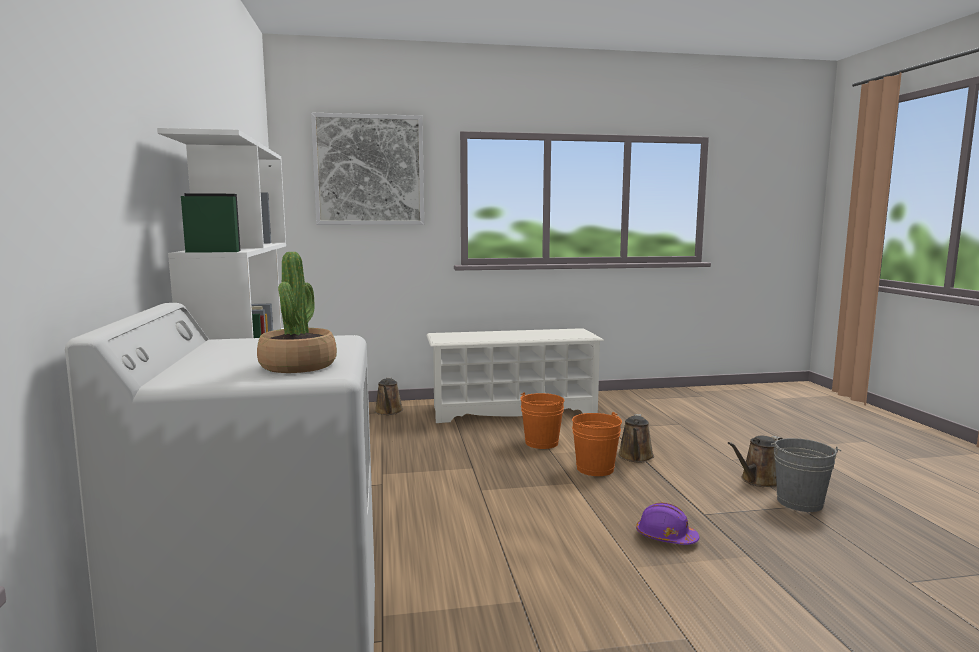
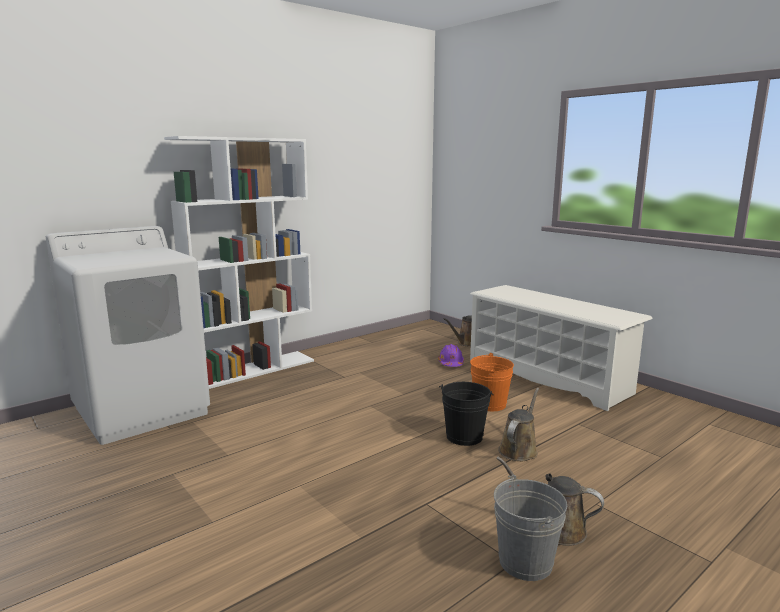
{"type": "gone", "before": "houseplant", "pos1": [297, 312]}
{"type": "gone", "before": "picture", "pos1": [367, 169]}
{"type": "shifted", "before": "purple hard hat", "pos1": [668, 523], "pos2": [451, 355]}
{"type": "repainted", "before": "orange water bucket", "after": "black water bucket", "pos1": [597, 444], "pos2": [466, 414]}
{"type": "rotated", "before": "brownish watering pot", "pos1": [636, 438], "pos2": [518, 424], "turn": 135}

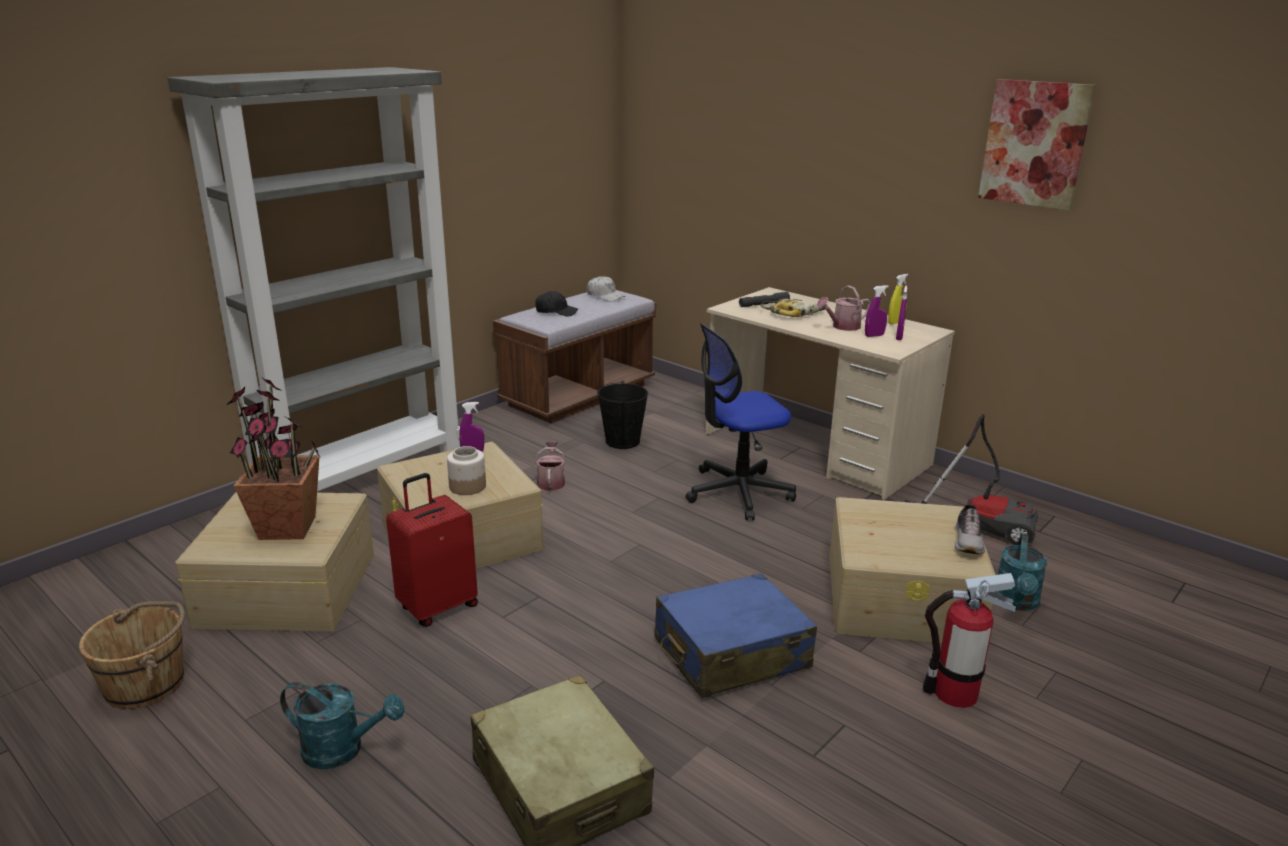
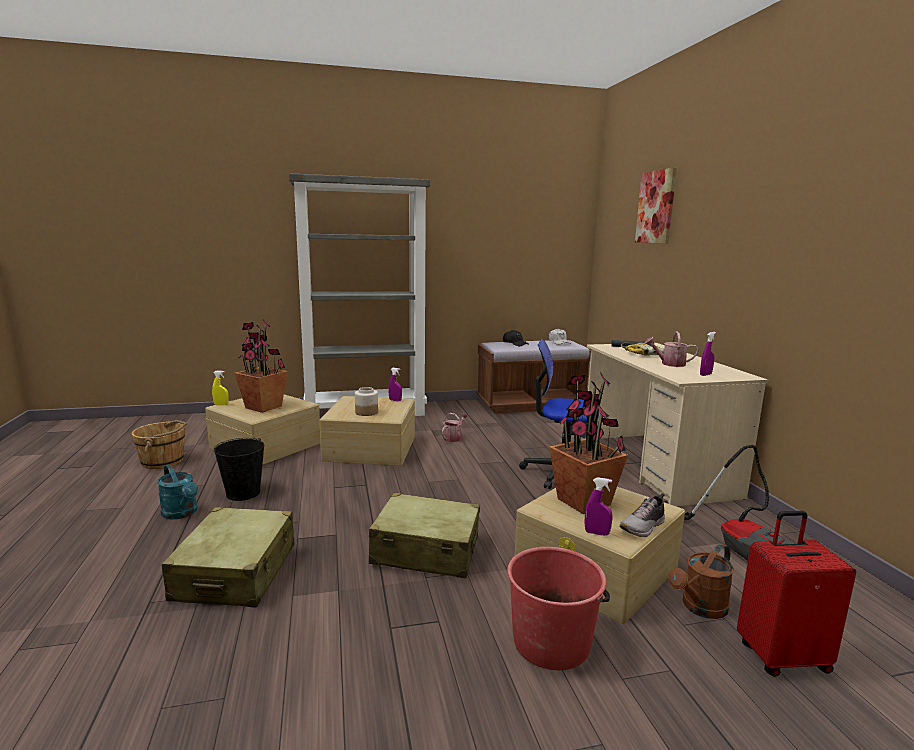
{"type": "new", "after": "houseplant", "pos2": [588, 443]}
{"type": "shifted", "before": "reddish suitcase", "pos1": [432, 550], "pos2": [796, 594]}
{"type": "shifted", "before": "black water bucket", "pos1": [622, 415], "pos2": [239, 469]}
{"type": "shifted", "before": "purple sprayer", "pos1": [877, 311], "pos2": [599, 506]}
{"type": "shifted", "before": "yellowish sprayer", "pos1": [898, 299], "pos2": [220, 388]}
{"type": "shifted", "before": "picture", "pos1": [1037, 145], "pos2": [656, 205]}
{"type": "swapped", "before": "extinguisher", "after": "reddish water bucket", "pos1": [969, 640], "pos2": [558, 608]}
{"type": "repainted", "before": "bluish suitcase", "after": "sand-coloured suitcase", "pos1": [735, 635], "pos2": [424, 535]}
{"type": "repainted", "before": "turquoise watering pot", "after": "brownish watering pot", "pos1": [1021, 572], "pos2": [701, 581]}

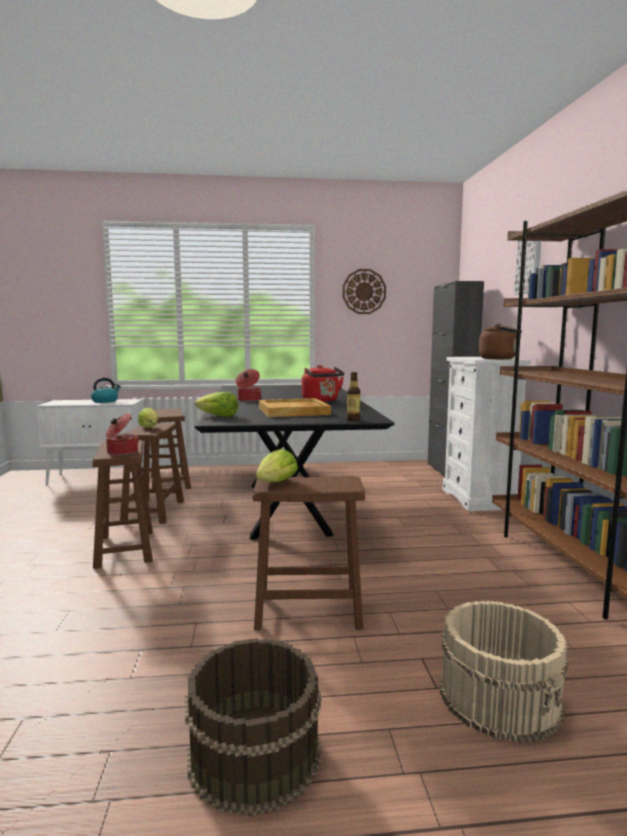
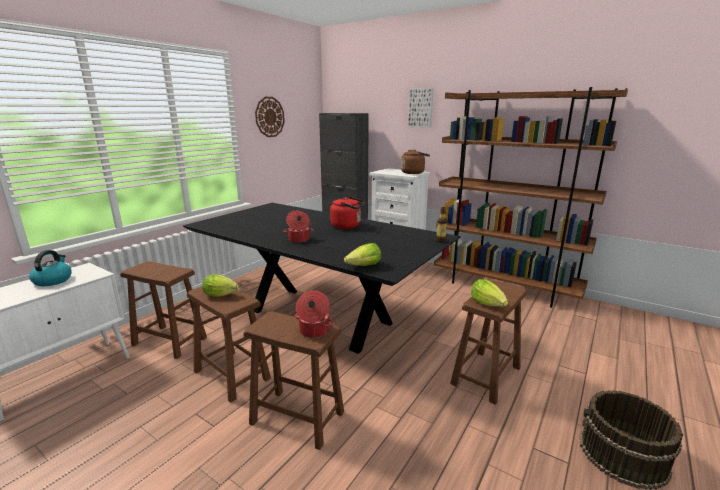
{"type": "gone", "before": "sand-coloured carrying tray", "pos1": [295, 407]}
{"type": "gone", "before": "sand-coloured water bucket", "pos1": [504, 671]}

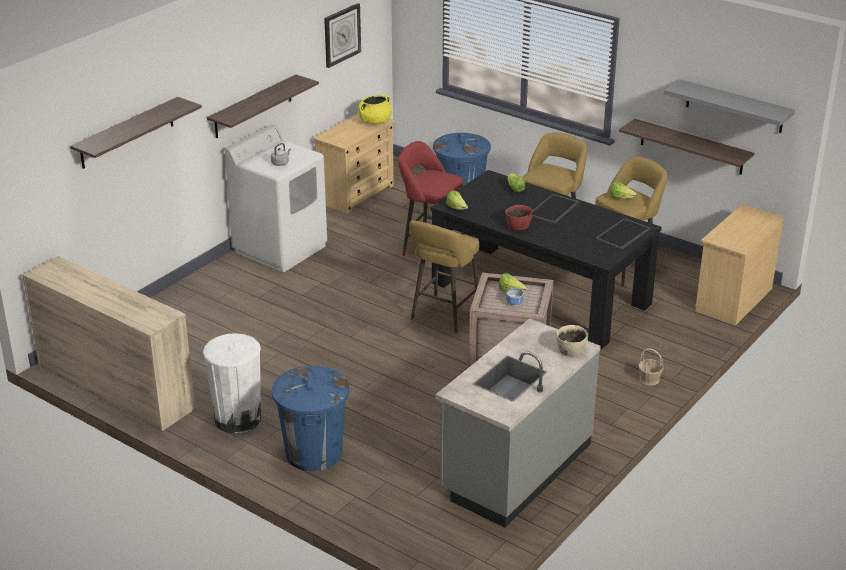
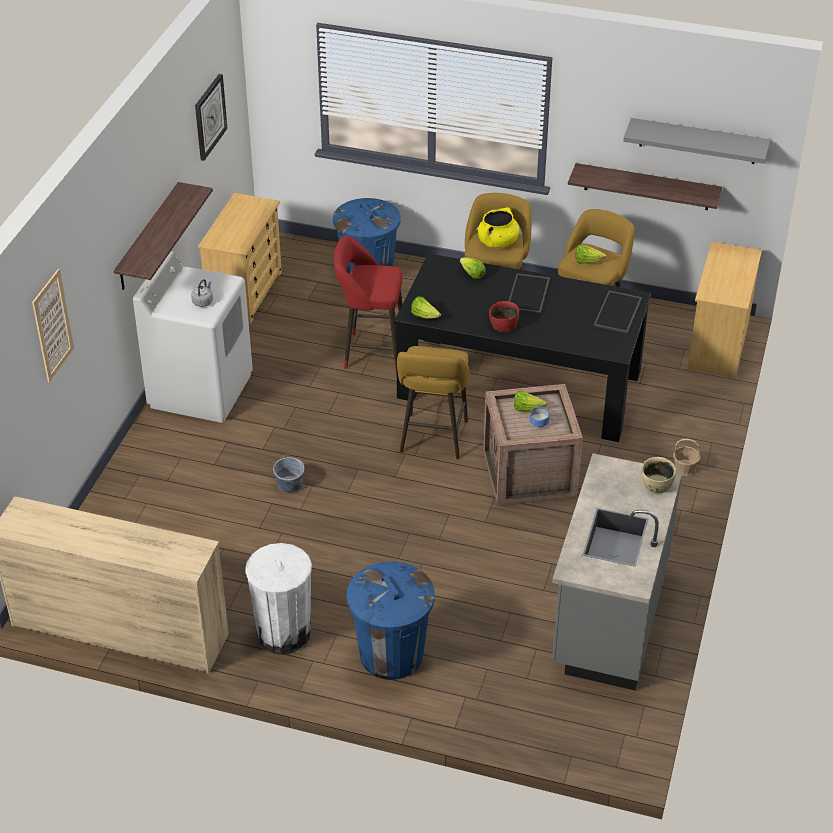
{"type": "new", "after": "gray water bucket", "pos2": [288, 473]}
{"type": "shifted", "before": "yellowish stockpot", "pos1": [375, 109], "pos2": [498, 227]}
{"type": "swapped", "before": "shelf", "after": "picture", "pos1": [136, 133], "pos2": [53, 325]}

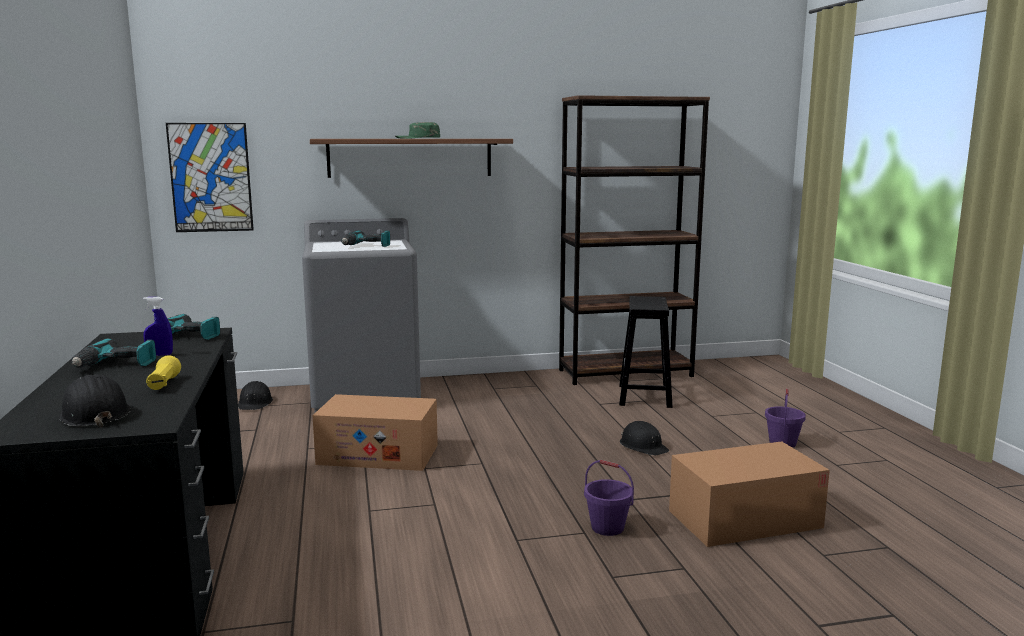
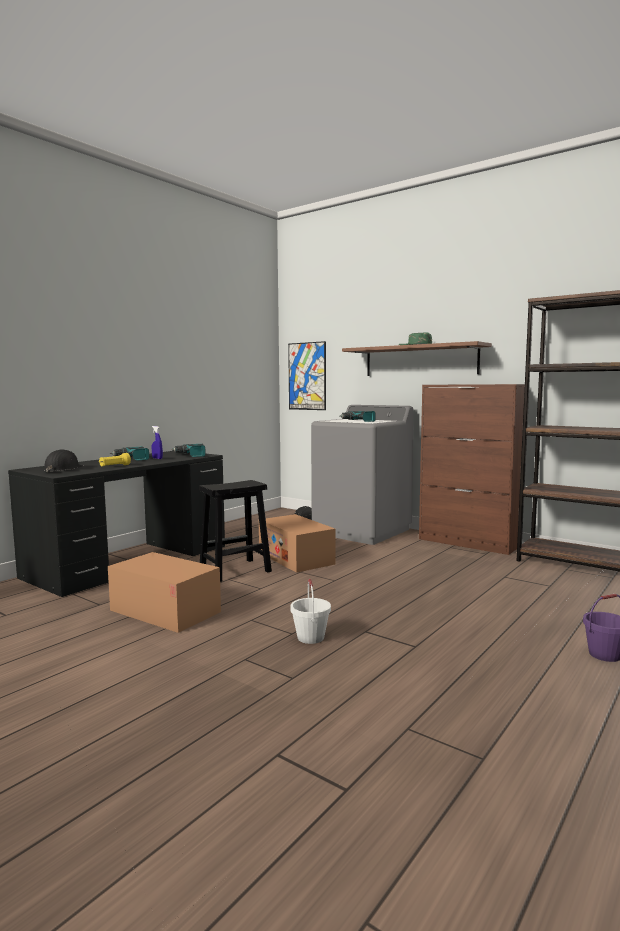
{"type": "gone", "before": "black hard hat", "pos1": [644, 438]}
{"type": "new", "after": "brownish storage cabinet", "pos2": [472, 469]}
{"type": "shifted", "before": "black stool", "pos1": [646, 352], "pos2": [235, 531]}
{"type": "shifted", "before": "carton", "pos1": [749, 494], "pos2": [164, 592]}
{"type": "repainted", "before": "purple water bucket", "after": "white-coloured water bucket", "pos1": [609, 498], "pos2": [310, 611]}

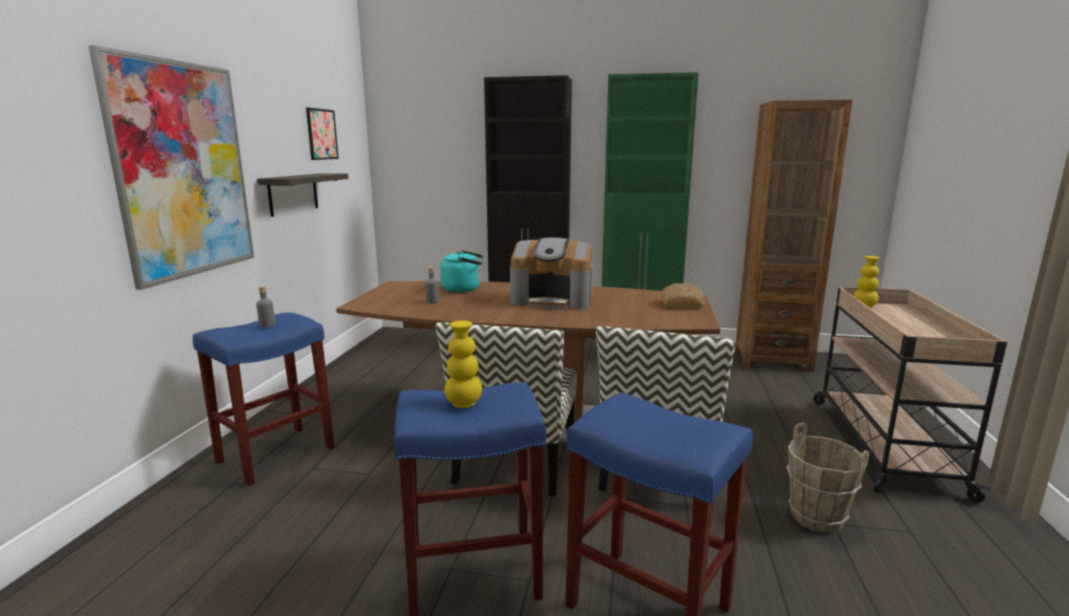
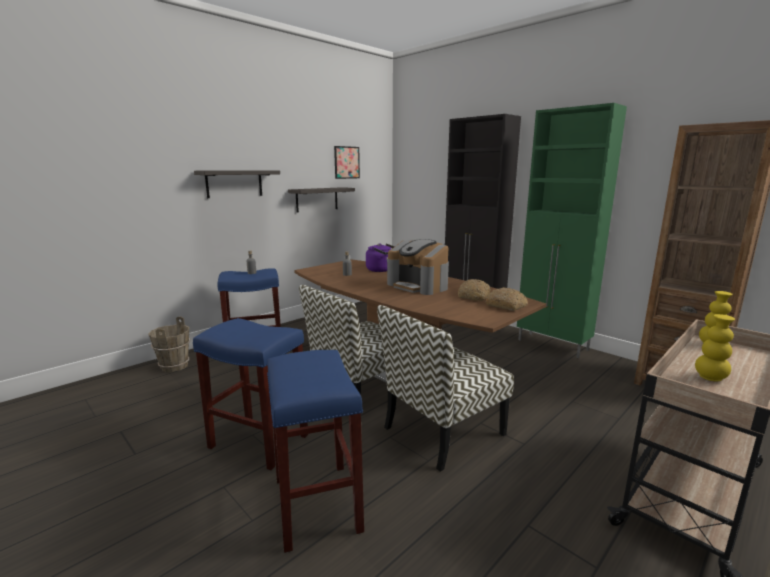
{"type": "new", "after": "baked bread", "pos2": [474, 290]}
{"type": "shifted", "before": "yellowish vase", "pos1": [463, 364], "pos2": [715, 348]}
{"type": "shifted", "before": "brownish water bucket", "pos1": [828, 477], "pos2": [169, 344]}
{"type": "swapped", "before": "picture", "after": "shelf", "pos1": [171, 167], "pos2": [237, 184]}
{"type": "repainted", "before": "turquoise water kettle", "after": "purple water kettle", "pos1": [461, 271], "pos2": [380, 257]}

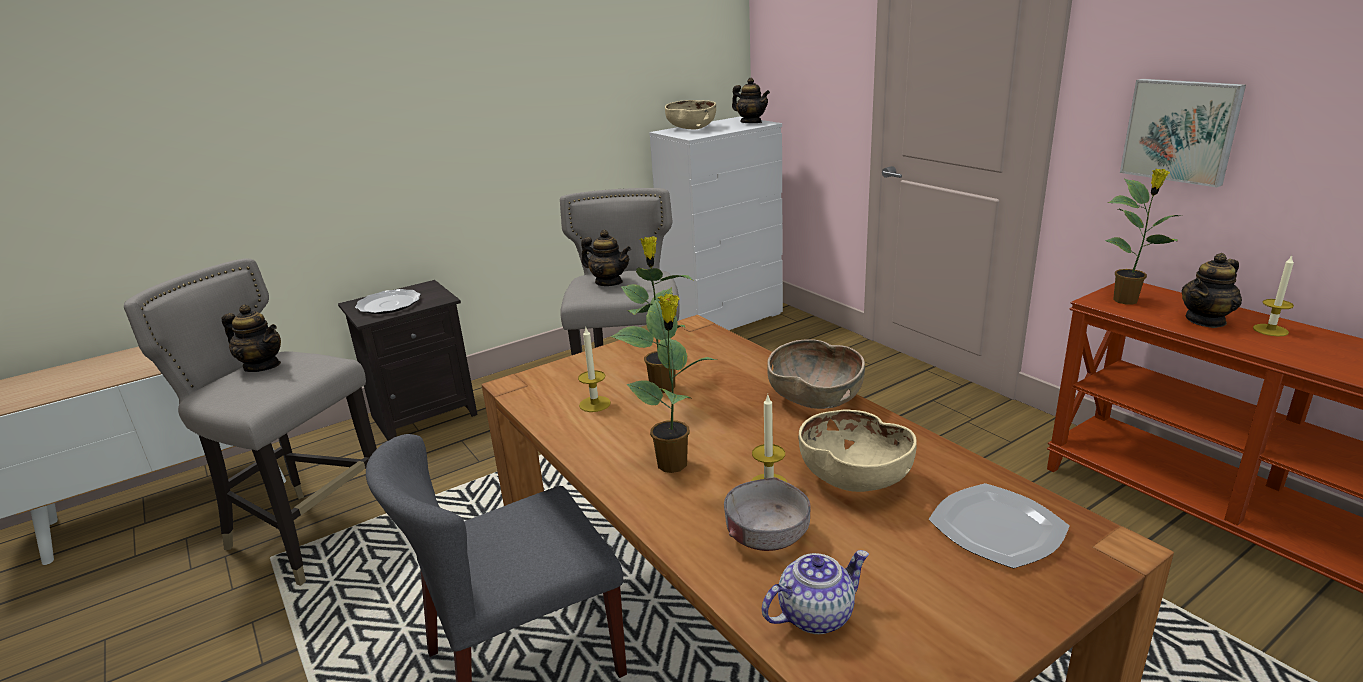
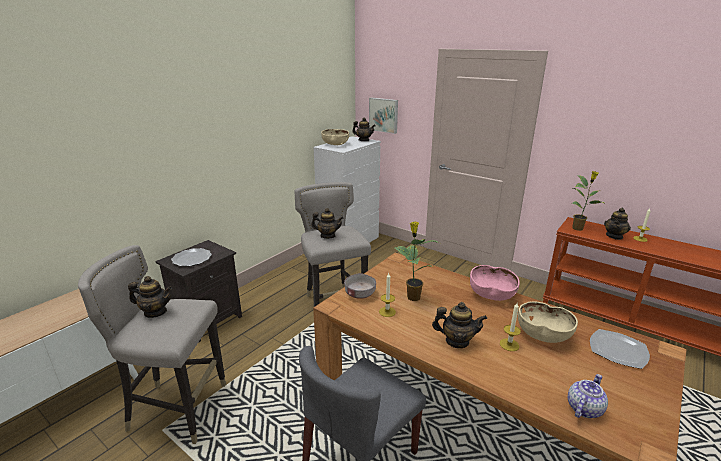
{"type": "shifted", "before": "gray deep dish", "pos1": [767, 514], "pos2": [360, 286]}
{"type": "shifted", "before": "picture", "pos1": [1183, 133], "pos2": [383, 116]}
{"type": "swapped", "before": "houseplant", "after": "tea pot", "pos1": [664, 383], "pos2": [459, 325]}
{"type": "repainted", "before": "brownish deep dish", "after": "pink deep dish", "pos1": [816, 374], "pos2": [495, 283]}

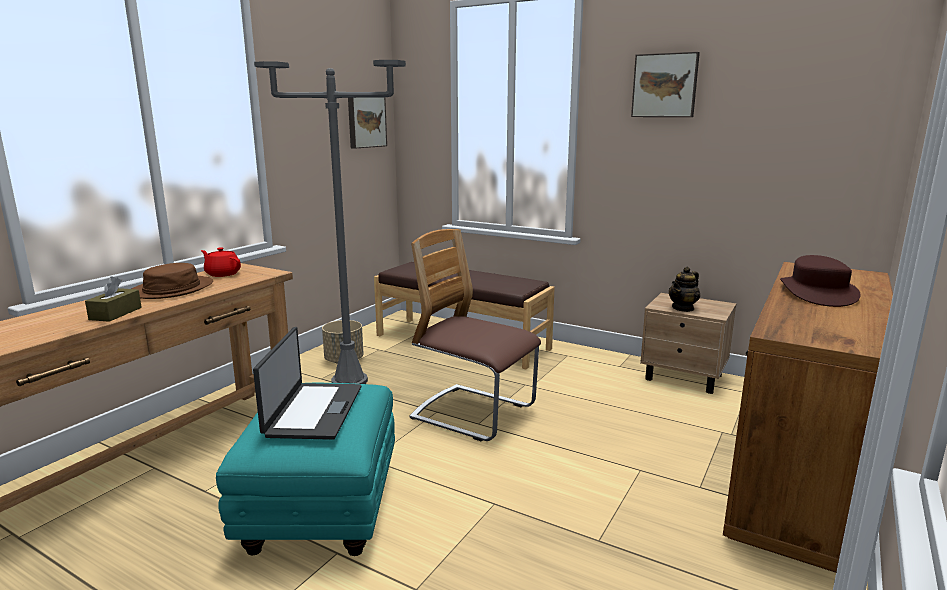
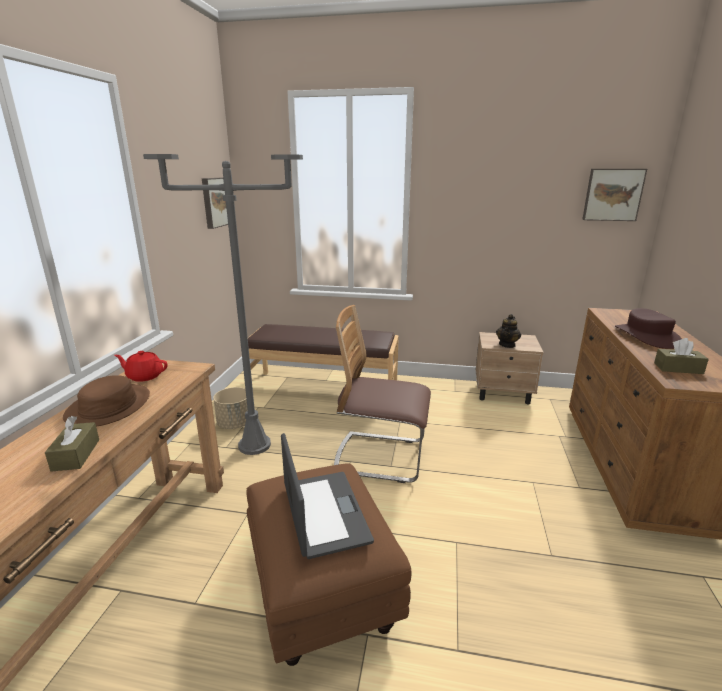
{"type": "new", "after": "brownish tissue holder", "pos2": [681, 356]}
{"type": "shifted", "before": "picture", "pos1": [665, 84], "pos2": [614, 195]}
{"type": "repainted", "before": "turquoise ottoman", "after": "brownish ottoman", "pos1": [305, 469], "pos2": [329, 564]}

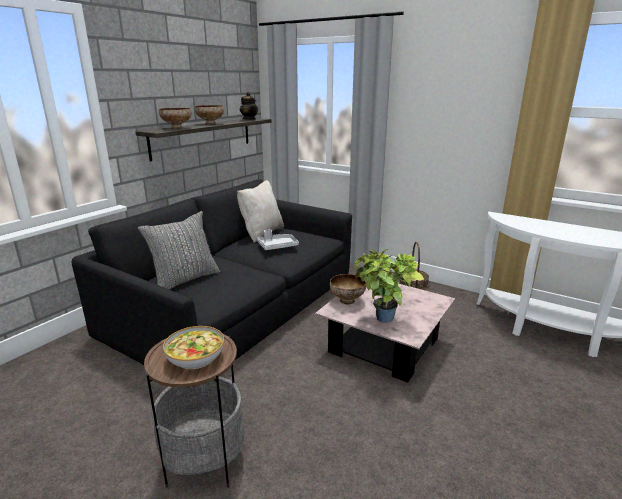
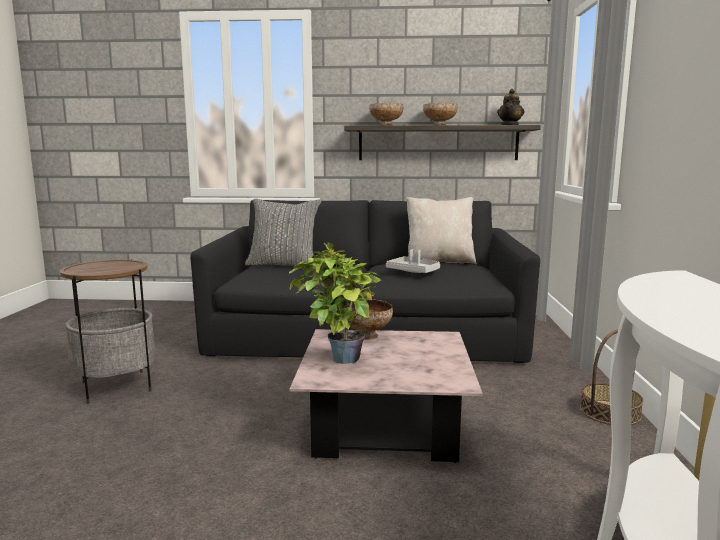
{"type": "gone", "before": "deep dish", "pos1": [193, 347]}

